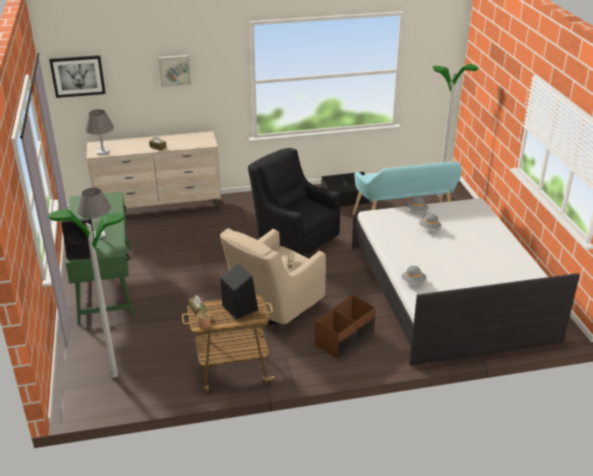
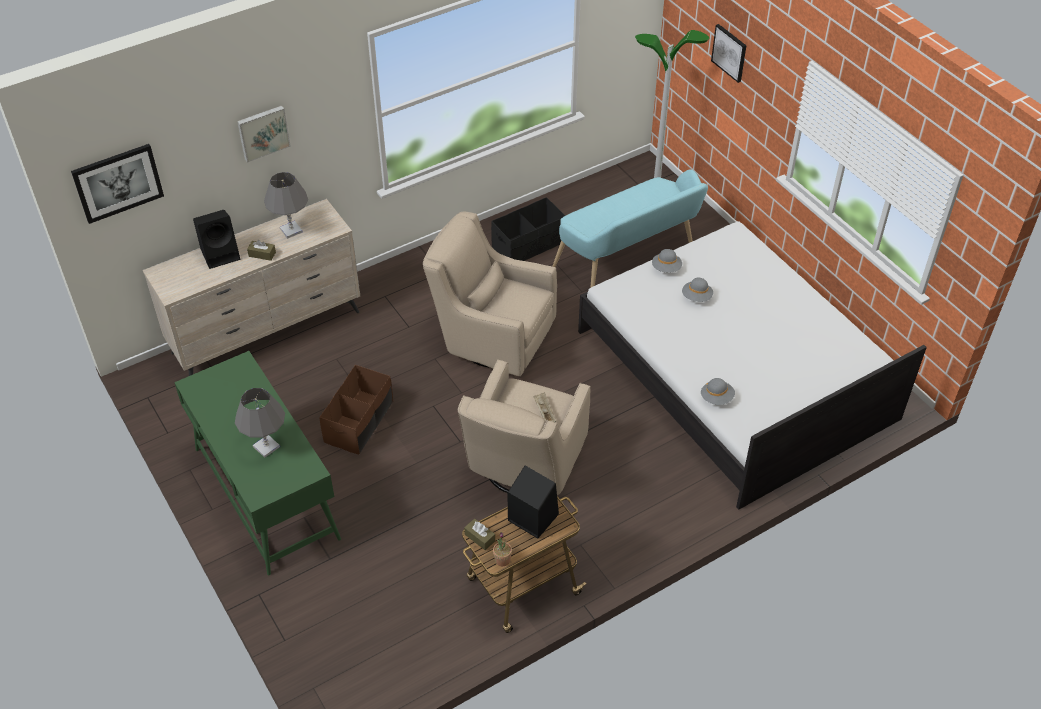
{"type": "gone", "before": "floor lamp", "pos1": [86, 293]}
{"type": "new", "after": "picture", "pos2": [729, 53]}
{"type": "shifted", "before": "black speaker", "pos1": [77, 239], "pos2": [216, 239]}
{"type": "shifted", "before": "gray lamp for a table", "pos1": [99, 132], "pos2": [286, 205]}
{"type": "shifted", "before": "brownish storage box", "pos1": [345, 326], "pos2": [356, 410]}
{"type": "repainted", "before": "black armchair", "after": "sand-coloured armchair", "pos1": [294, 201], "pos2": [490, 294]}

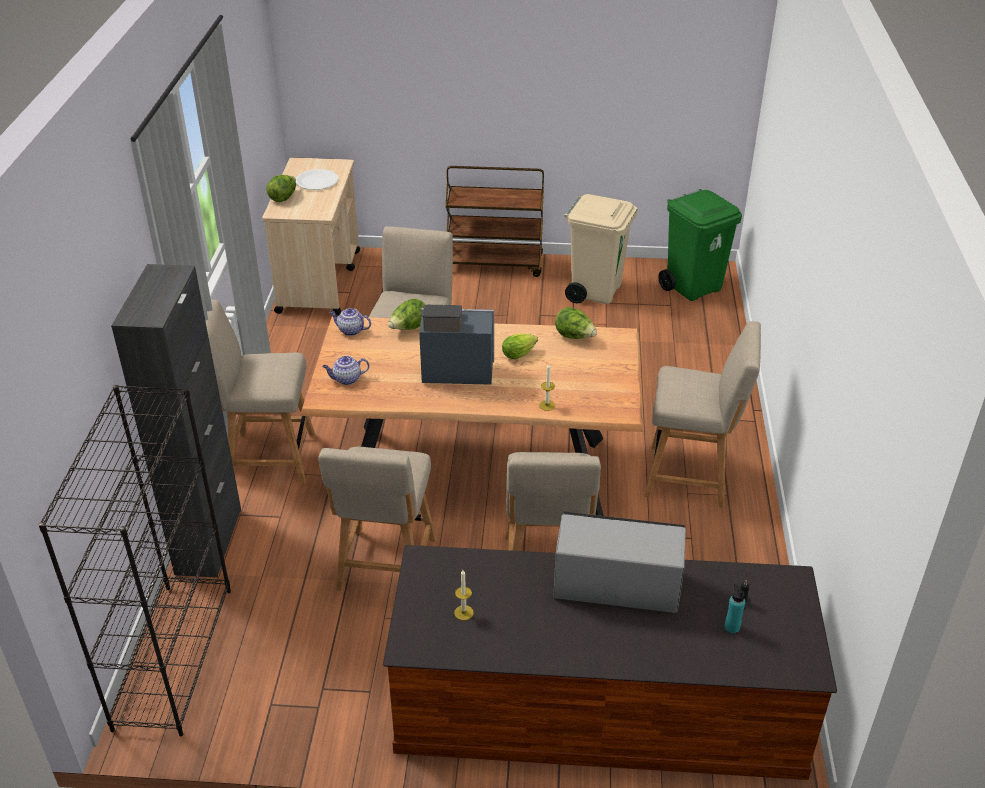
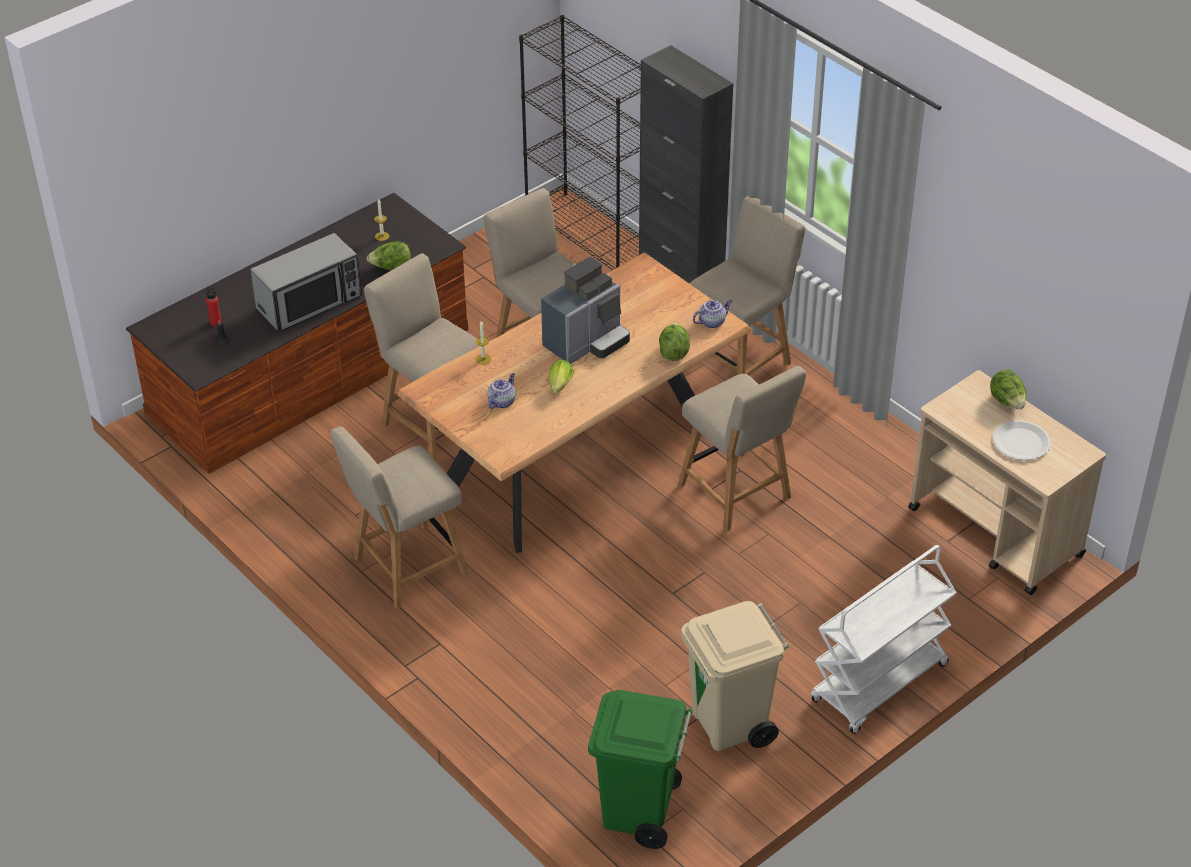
{"type": "shifted", "before": "tea pot", "pos1": [345, 370], "pos2": [501, 391]}
{"type": "shifted", "before": "lettuce head", "pos1": [576, 323], "pos2": [388, 255]}
{"type": "repainted", "before": "brownish wheeled cart", "after": "white-coloured wheeled cart", "pos1": [494, 221], "pos2": [884, 639]}
{"type": "repainted", "before": "turquoise bottle", "after": "reddish bottle", "pos1": [735, 608], "pos2": [214, 307]}

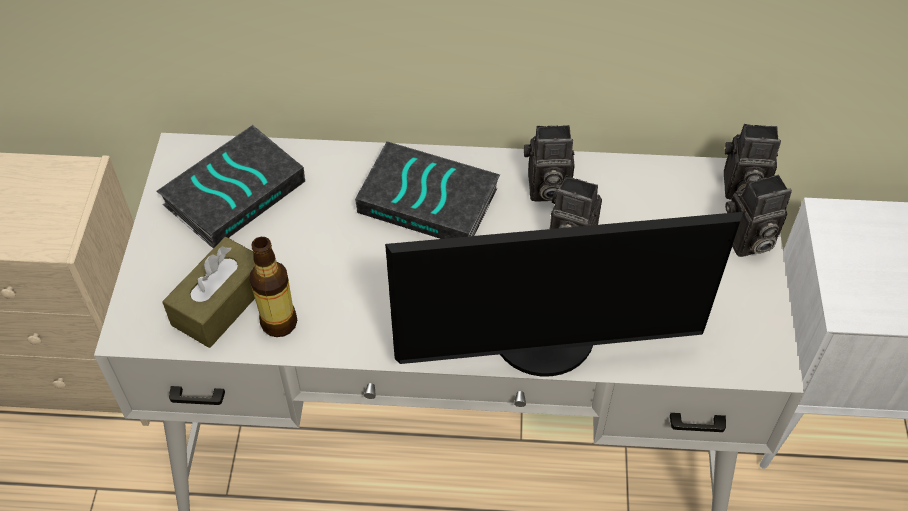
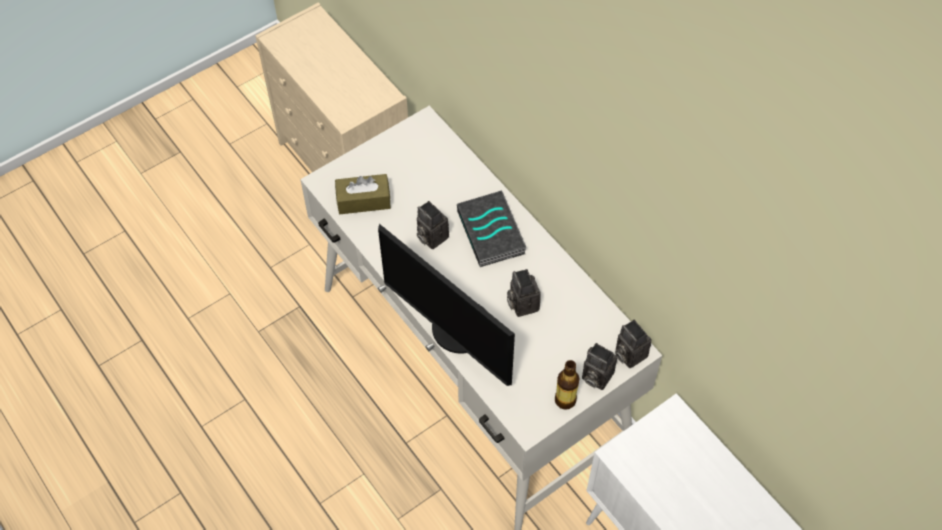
{"type": "gone", "before": "book", "pos1": [231, 186]}
{"type": "shifted", "before": "bottle", "pos1": [273, 287], "pos2": [567, 385]}
{"type": "shifted", "before": "still camera", "pos1": [549, 163], "pos2": [433, 225]}

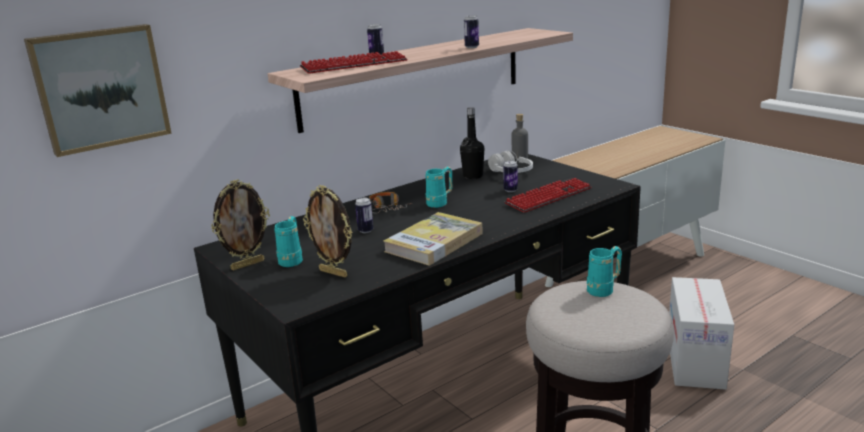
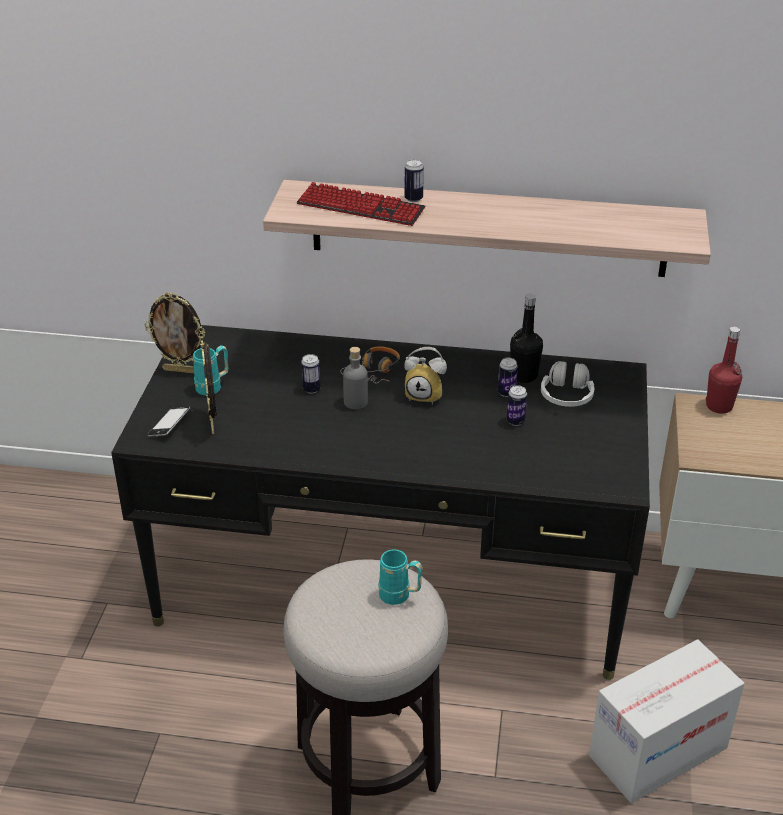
{"type": "gone", "before": "picture", "pos1": [98, 90]}
{"type": "gone", "before": "book", "pos1": [433, 239]}
{"type": "gone", "before": "keyboard", "pos1": [548, 195]}
{"type": "new", "after": "telephone", "pos2": [168, 422]}
{"type": "new", "after": "reddish bottle", "pos2": [724, 370]}
{"type": "shifted", "before": "metal can", "pos1": [471, 31], "pos2": [508, 377]}
{"type": "shifted", "before": "gray bottle", "pos1": [520, 136], "pos2": [355, 378]}
{"type": "swapped", "before": "turquoise tea mug", "after": "alarm clock", "pos1": [439, 187], "pos2": [425, 376]}

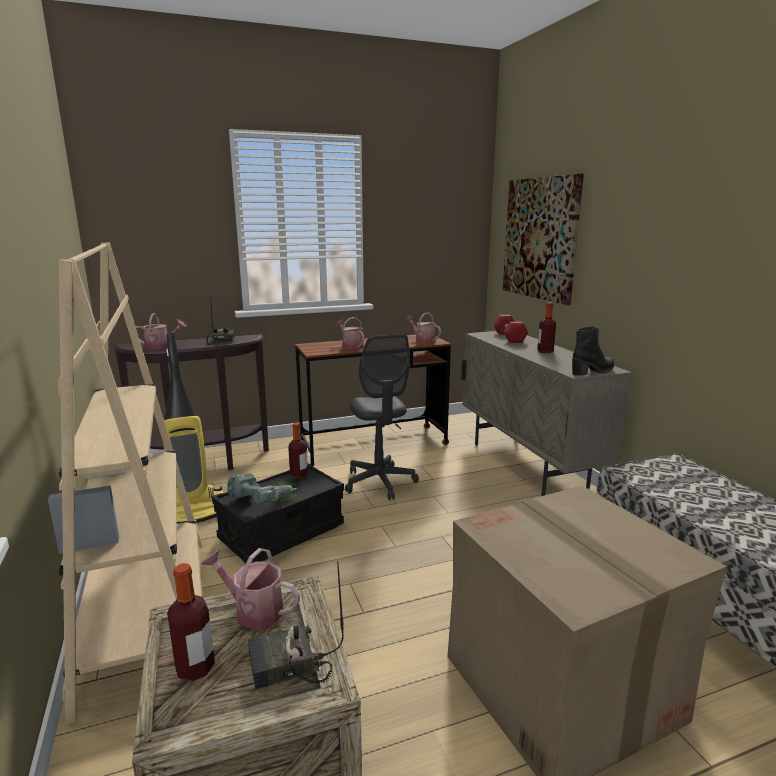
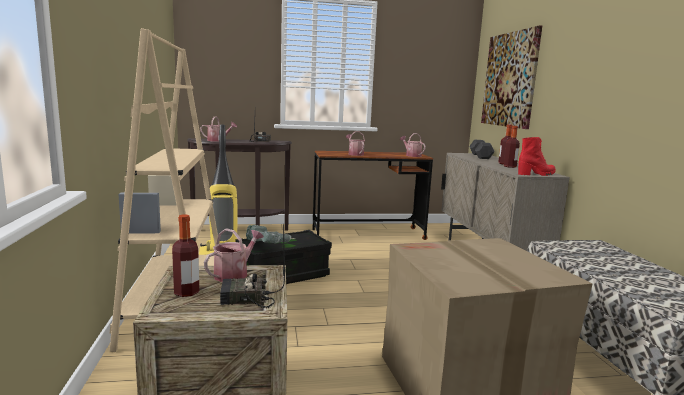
{"type": "gone", "before": "gray office chair", "pos1": [382, 417]}
{"type": "shifted", "before": "bottle", "pos1": [298, 450], "pos2": [512, 147]}
{"type": "repainted", "before": "reddish free weight", "after": "black free weight", "pos1": [510, 329], "pos2": [482, 149]}
{"type": "repainted", "before": "black high-top boot", "after": "reddish high-top boot", "pos1": [593, 351], "pos2": [537, 156]}
{"type": "rotated", "before": "watering pot", "pos1": [250, 588], "pos2": [234, 255], "turn": 90}

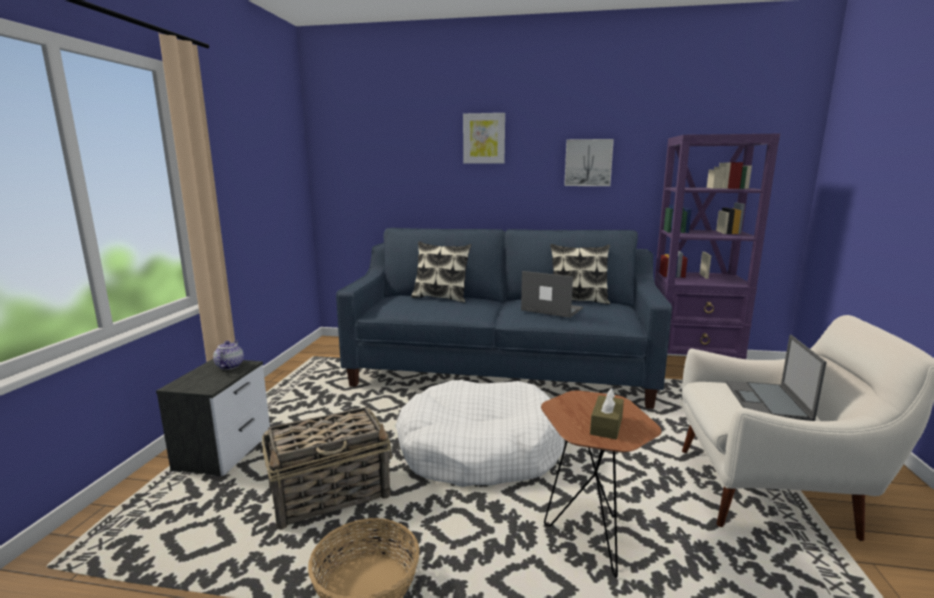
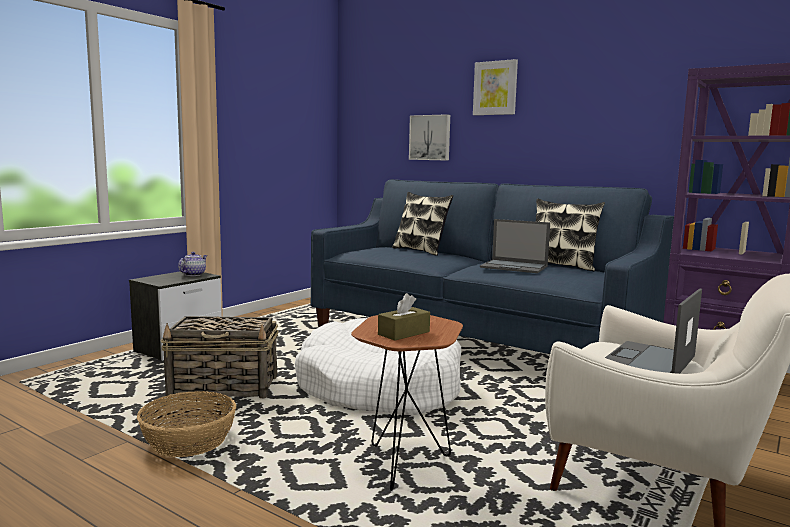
{"type": "shifted", "before": "picture", "pos1": [589, 162], "pos2": [429, 137]}
{"type": "rotated", "before": "portable computer", "pos1": [552, 294], "pos2": [515, 246], "turn": 150}

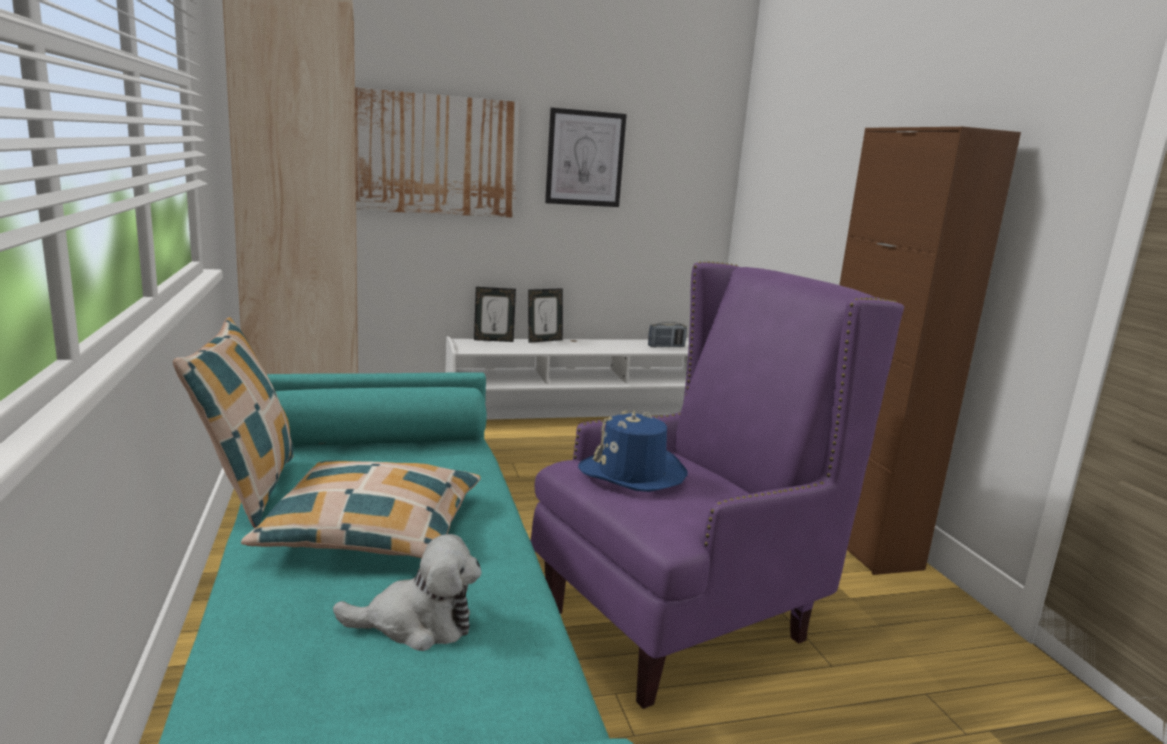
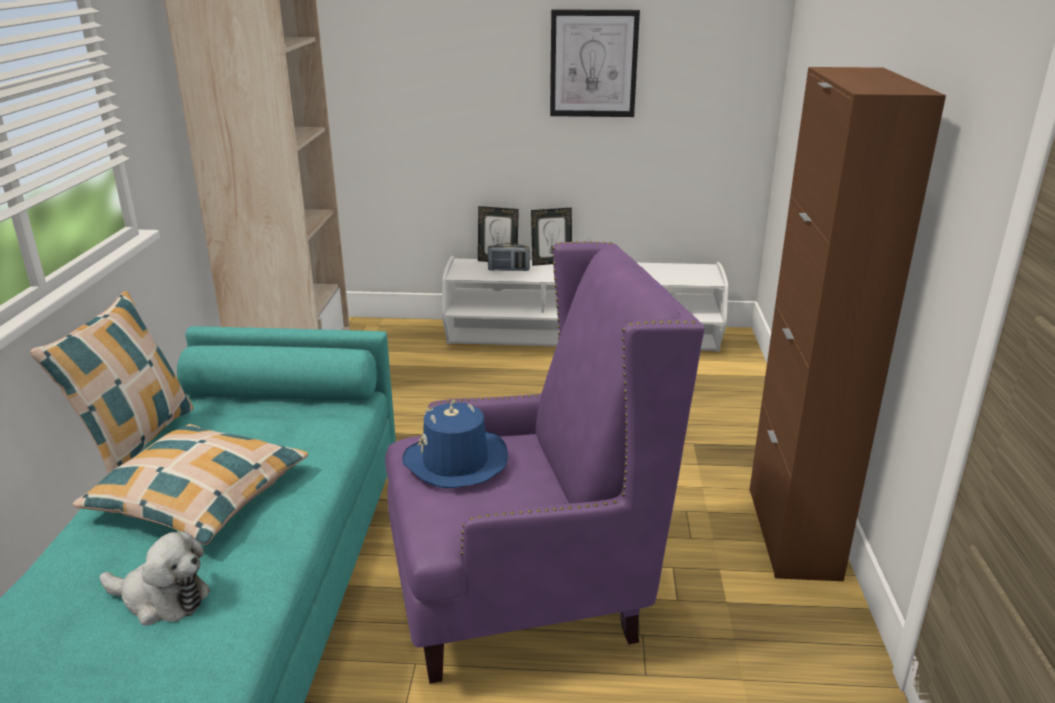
{"type": "gone", "before": "picture", "pos1": [437, 152]}
{"type": "shifted", "before": "radio receiver", "pos1": [667, 334], "pos2": [509, 257]}

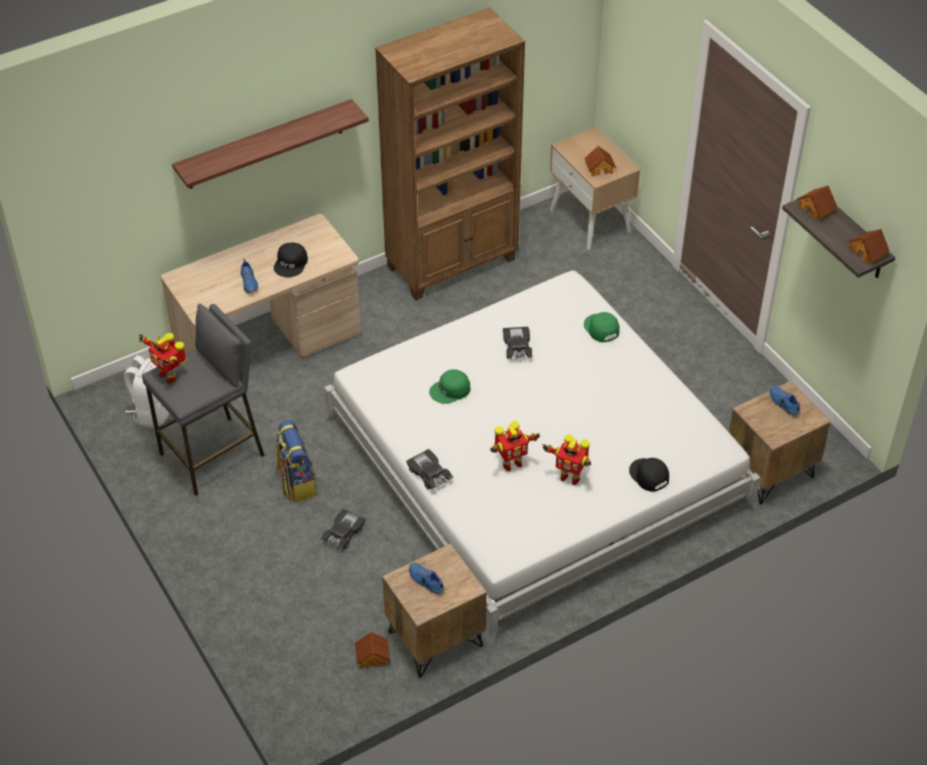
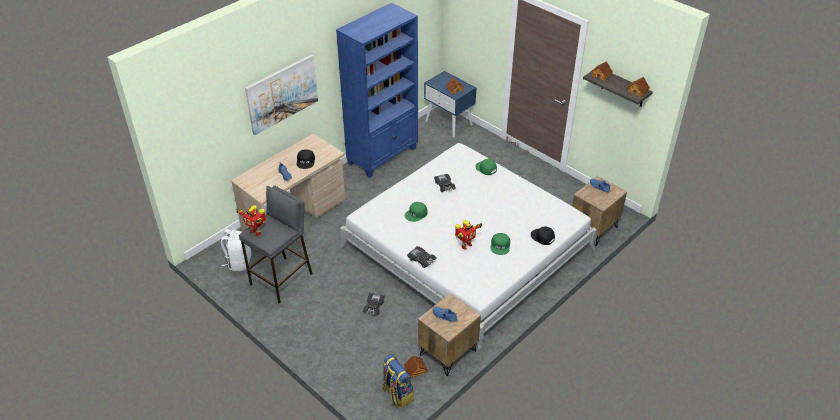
{"type": "shifted", "before": "rucksack", "pos1": [296, 461], "pos2": [398, 381]}
{"type": "swapped", "before": "shelf", "after": "picture", "pos1": [270, 144], "pos2": [281, 95]}
{"type": "swapped", "before": "robot figure", "after": "green cap", "pos1": [566, 459], "pos2": [500, 244]}
{"type": "repainted", "before": "brownish bookshelf", "after": "bluish bookshelf", "pos1": [450, 154], "pos2": [377, 90]}
{"type": "repainted", "before": "sand-coloured bedside table", "after": "bluish bedside table", "pos1": [595, 188], "pos2": [450, 104]}

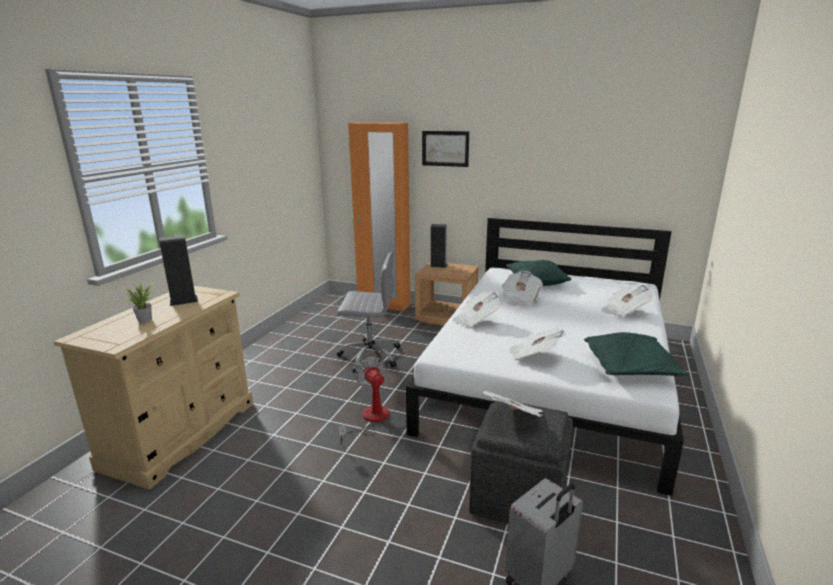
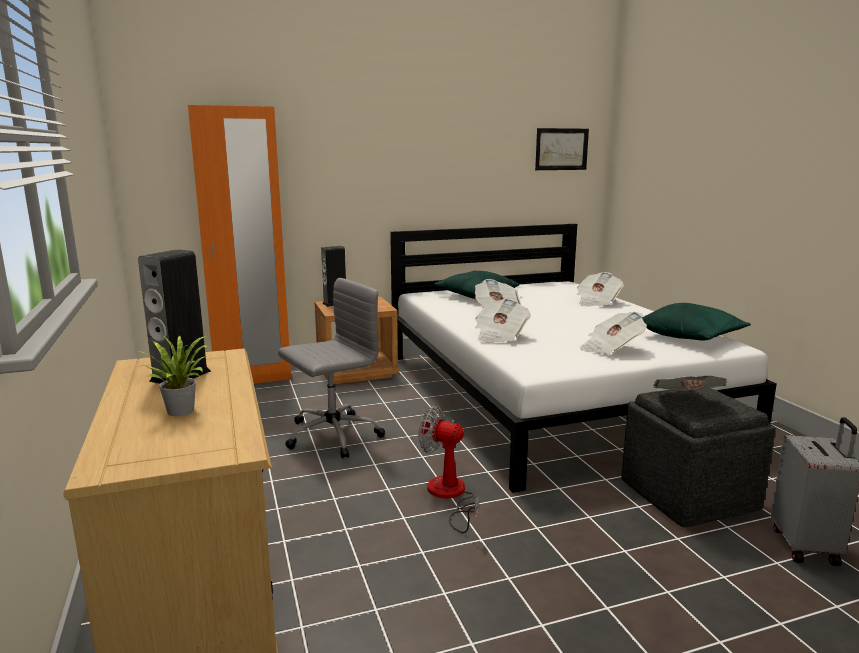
{"type": "shifted", "before": "picture", "pos1": [445, 149], "pos2": [562, 149]}

